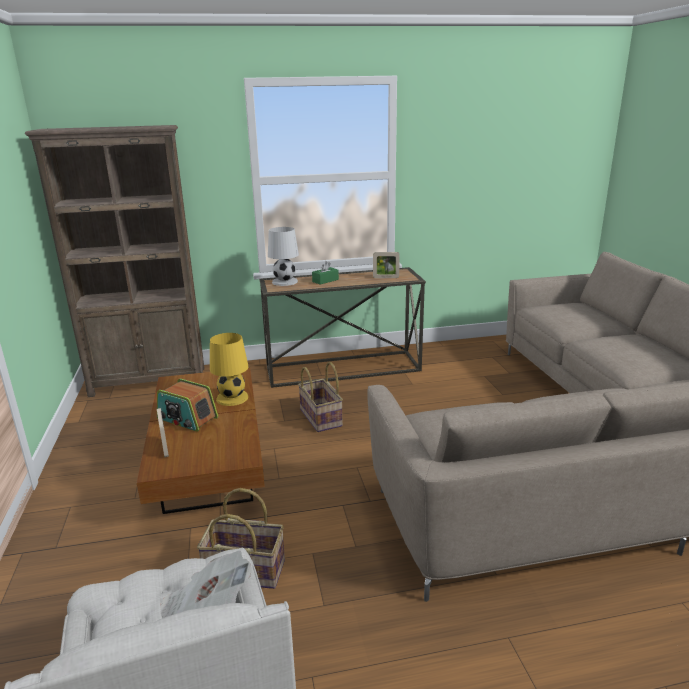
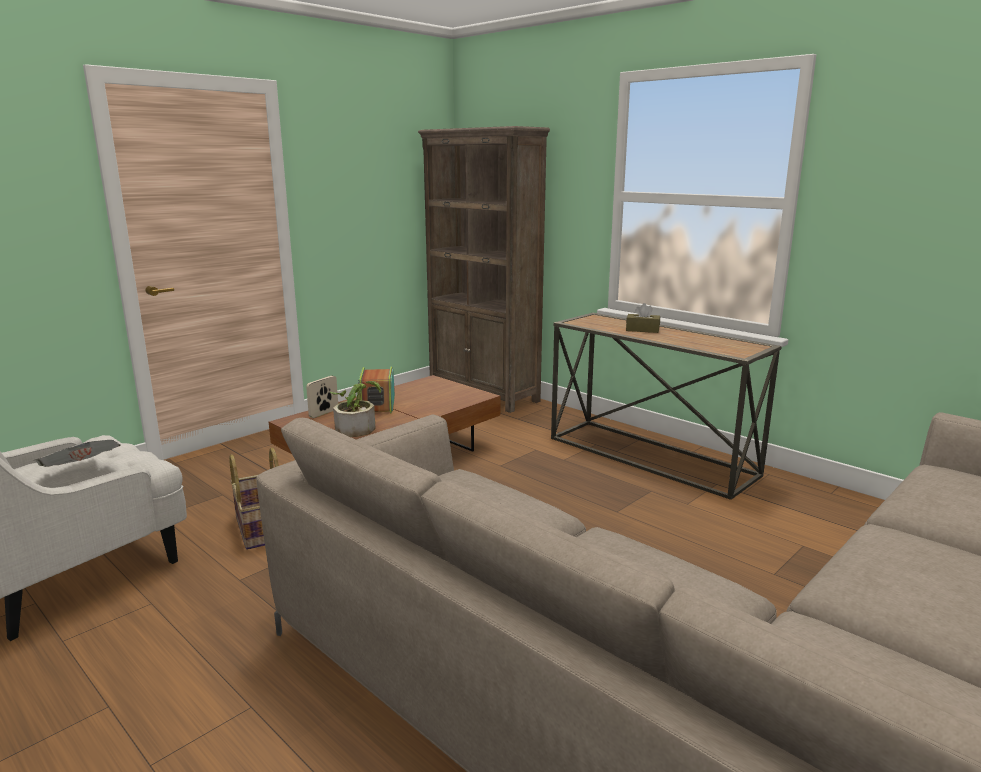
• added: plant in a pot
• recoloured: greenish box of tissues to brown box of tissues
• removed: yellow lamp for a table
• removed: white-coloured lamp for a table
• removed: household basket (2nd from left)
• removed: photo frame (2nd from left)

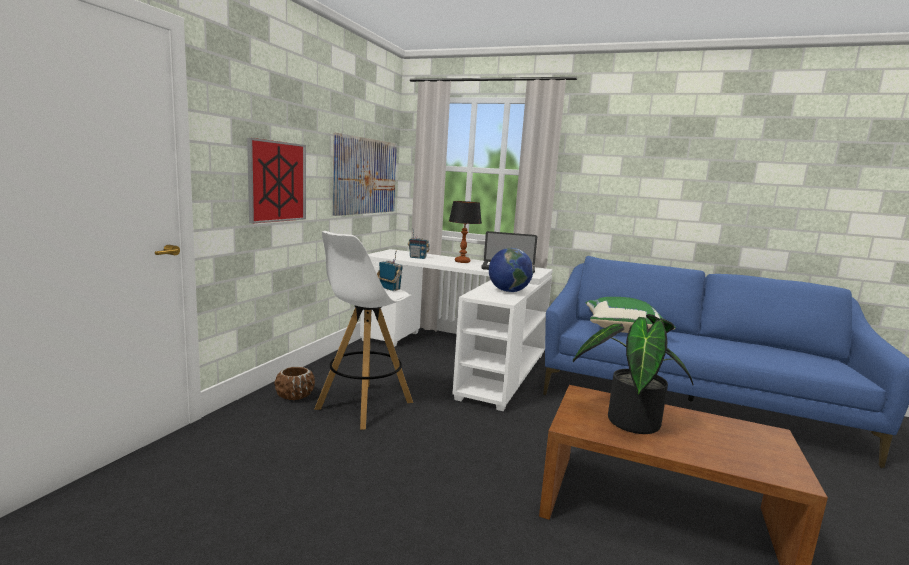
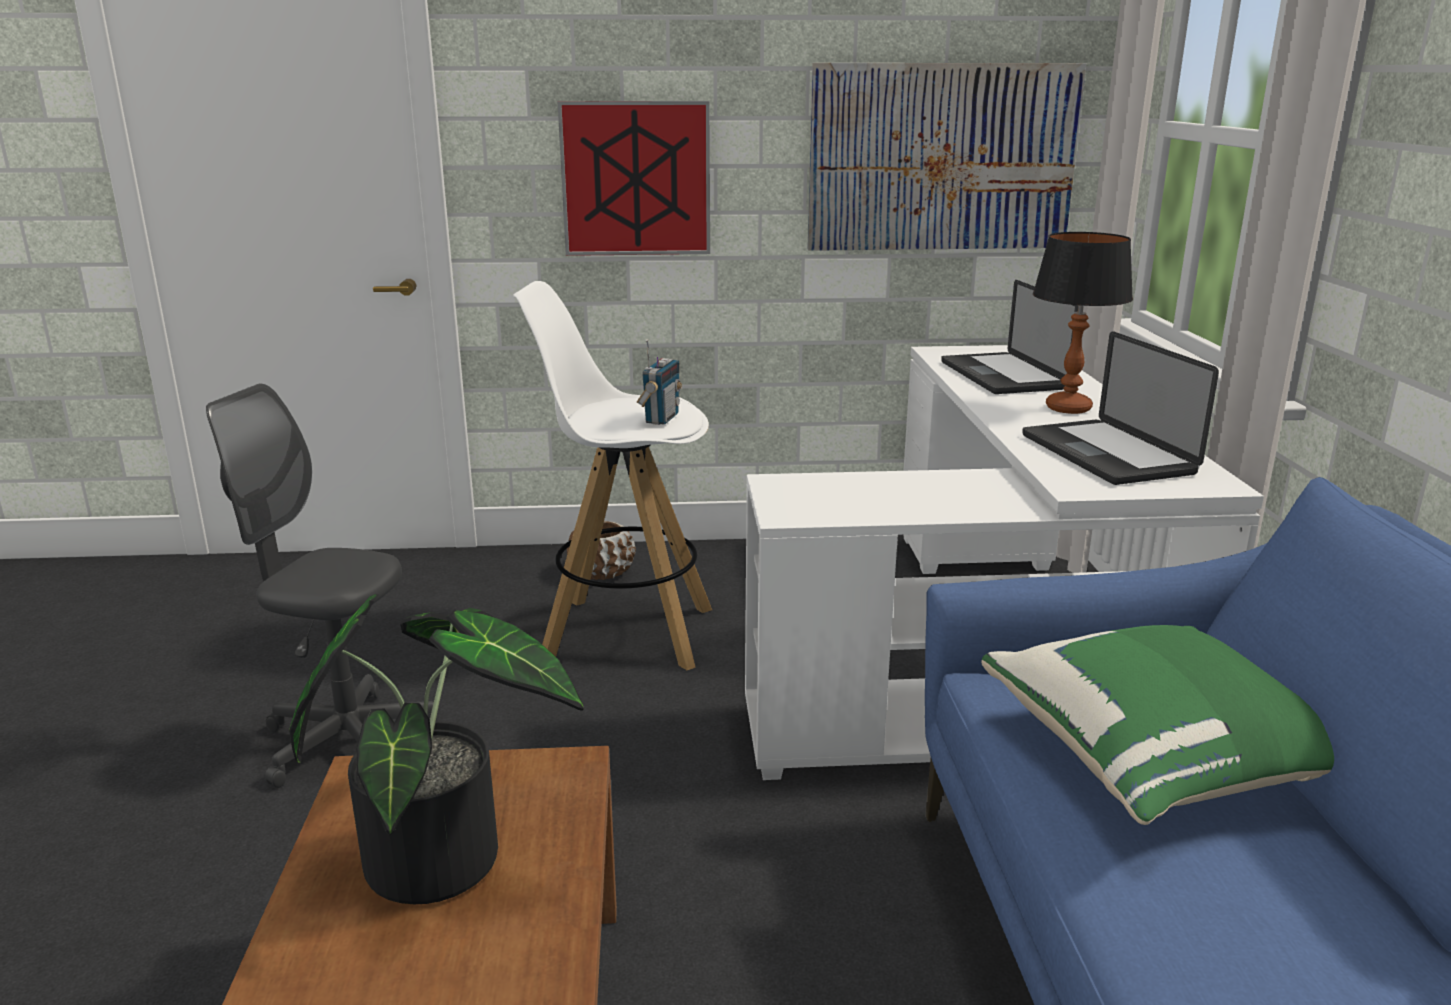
• added: grey office chair
• replaced: radio receiver (2nd from left) to laptop (1st from left)
• removed: world globe

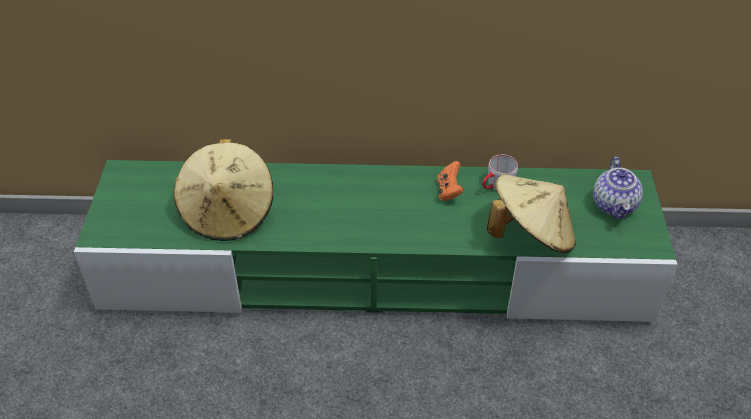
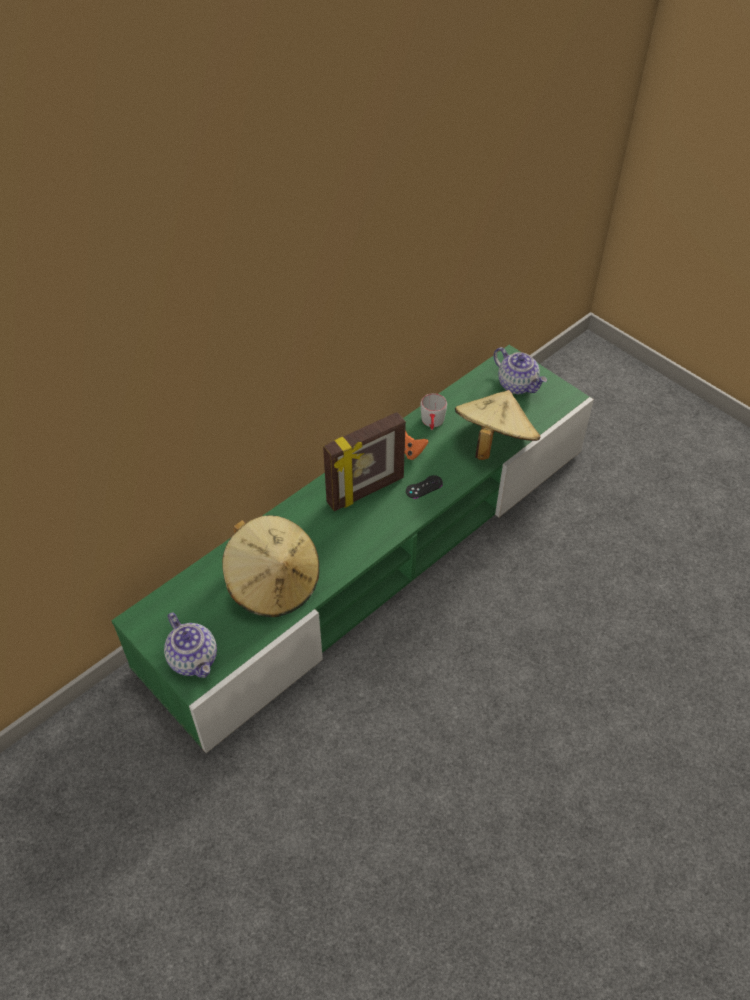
• added: tea pot (1st from left)
• added: photo frame
• added: blackish gamepad

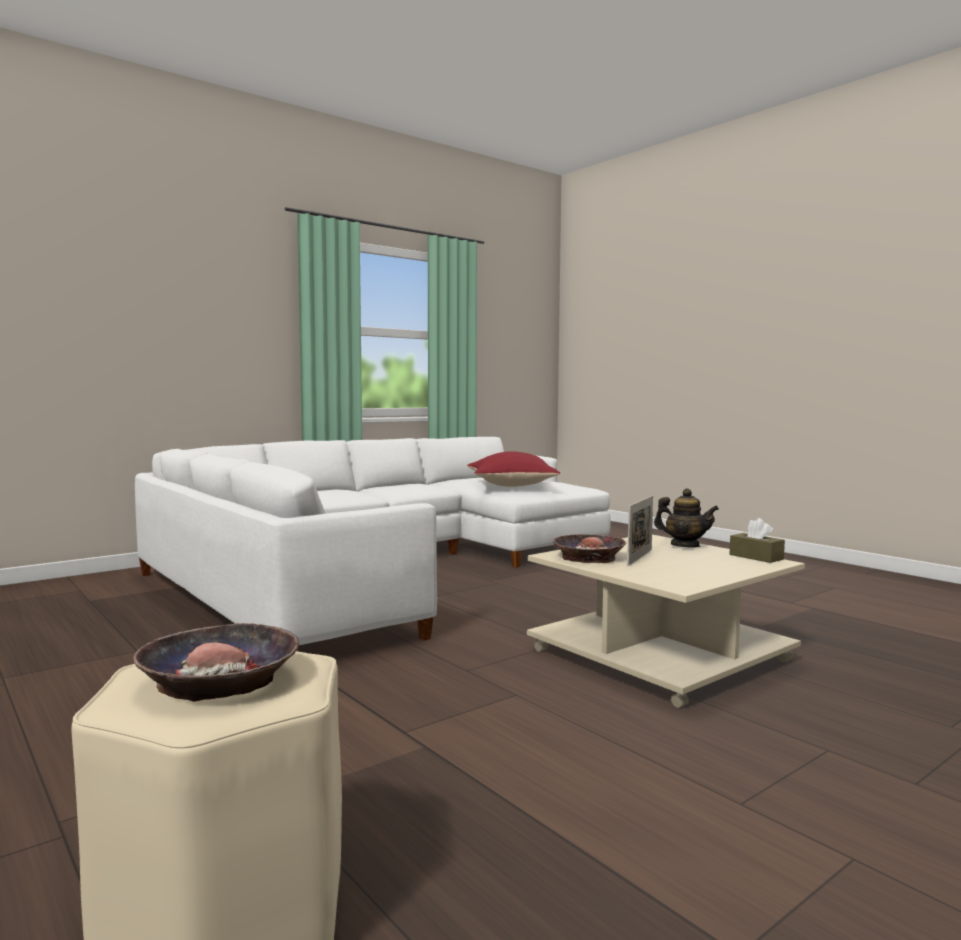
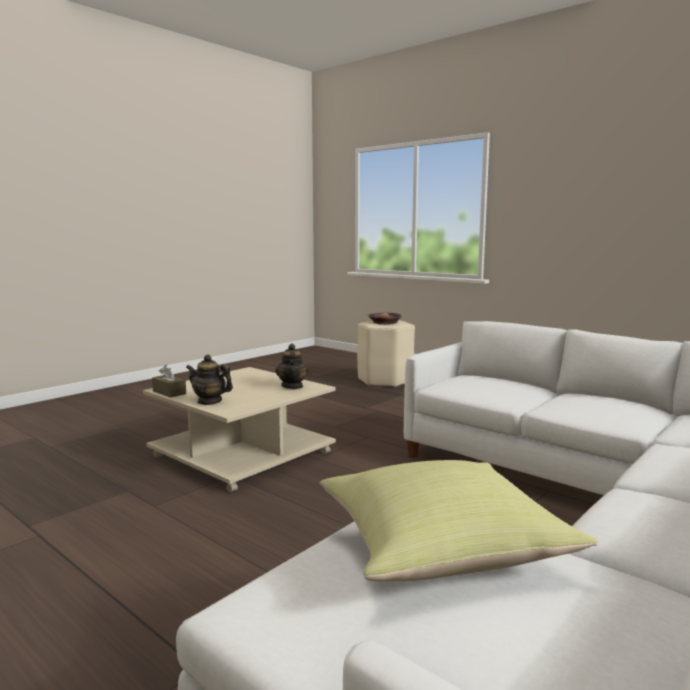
• replaced: bowl (2nd from left) to tea pot (2nd from left)
• recoloured: reddish throw pillow to yellow throw pillow
• removed: photo frame

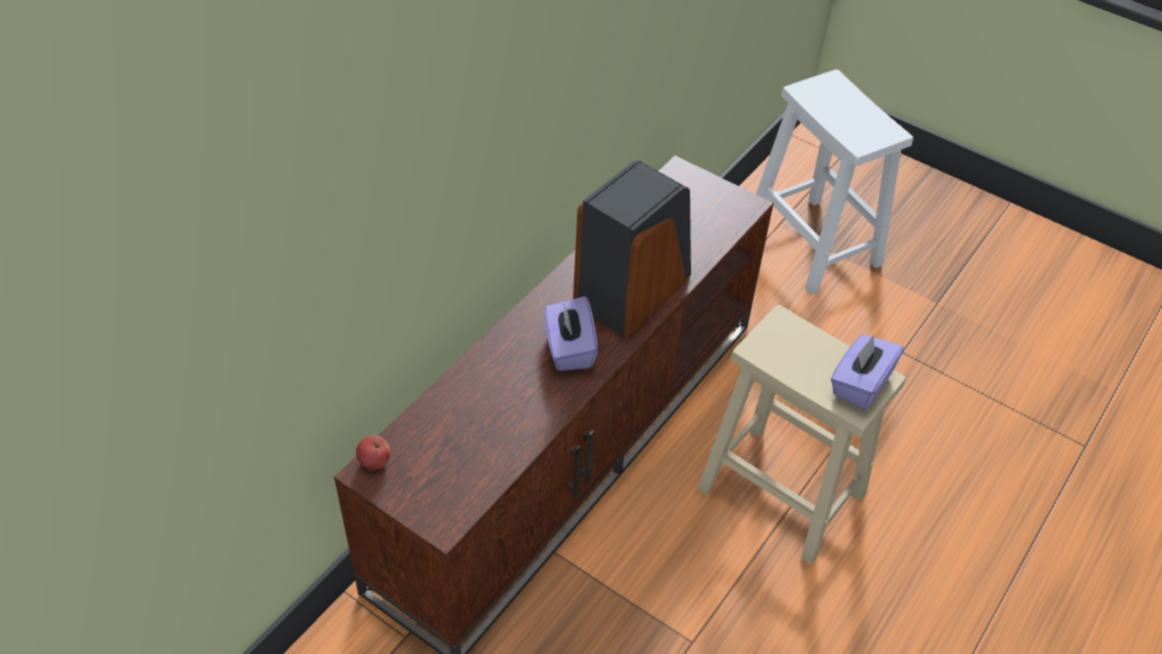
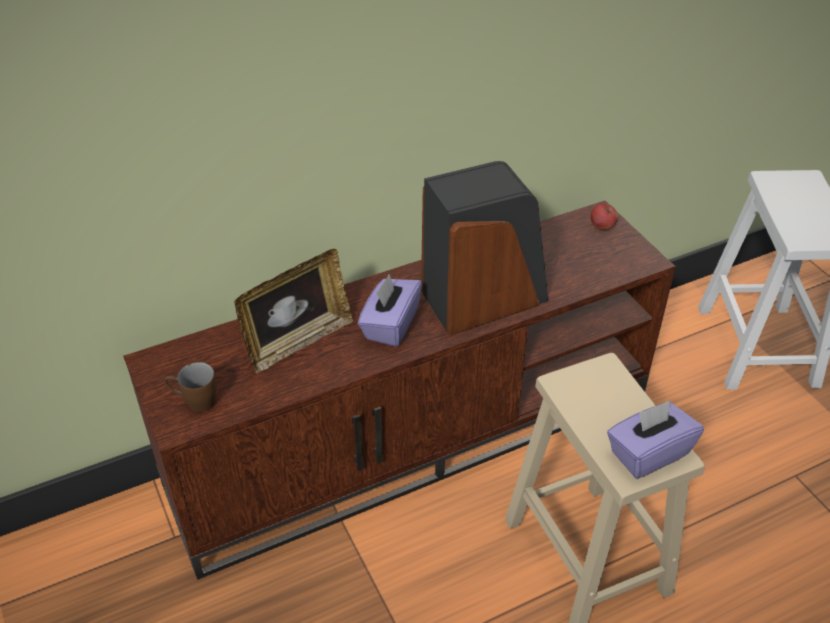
• added: brown coffee mug
• added: photo frame
• moved: apple

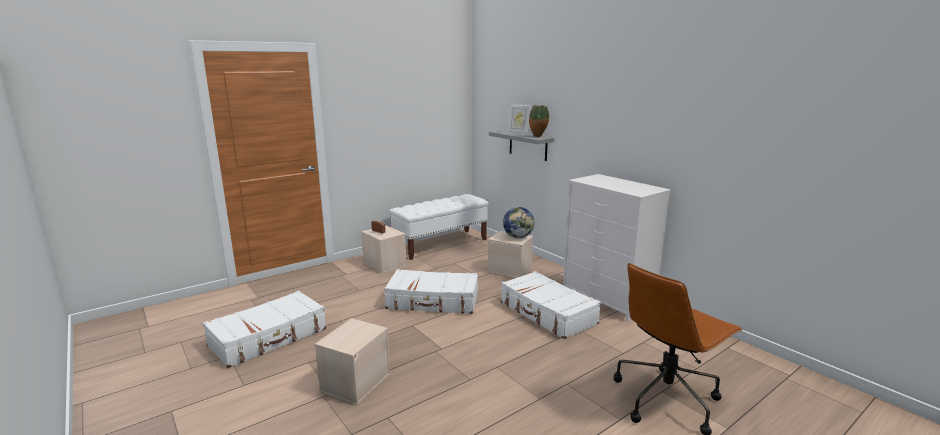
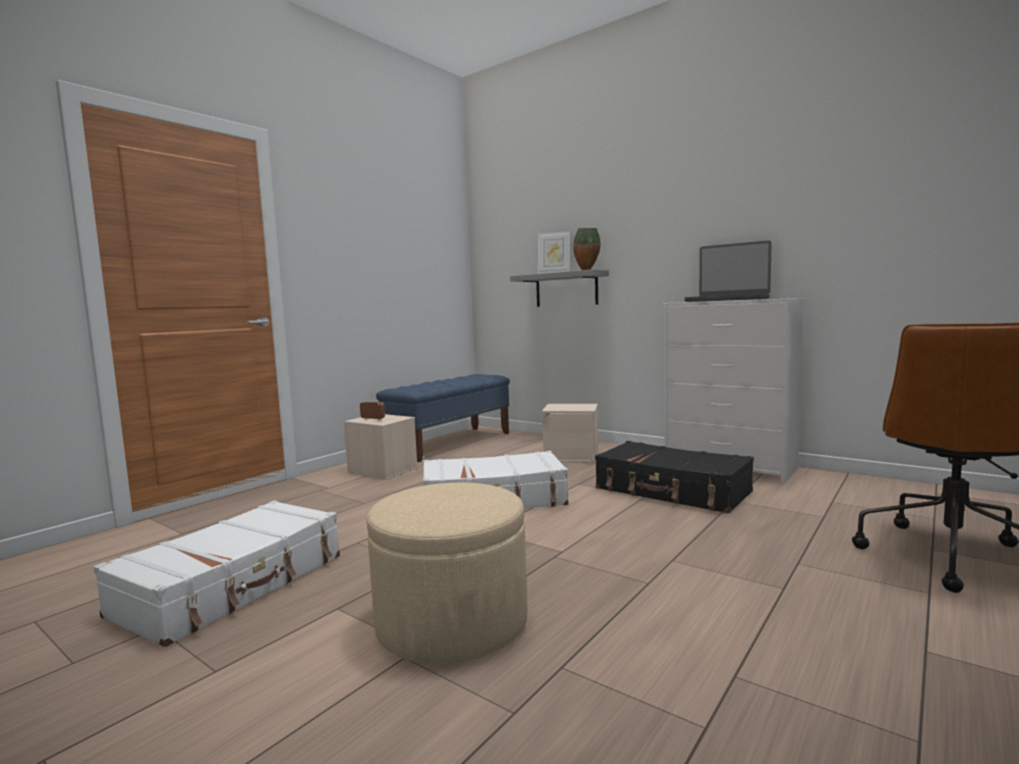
• replaced: beige storage container (1st from left) to beige pouffe
• recoloured: white-coloured bench to blue-coloured bench
• recoloured: white-coloured suitcase (3rd from left) to blackish suitcase
• added: laptop
• removed: world globe

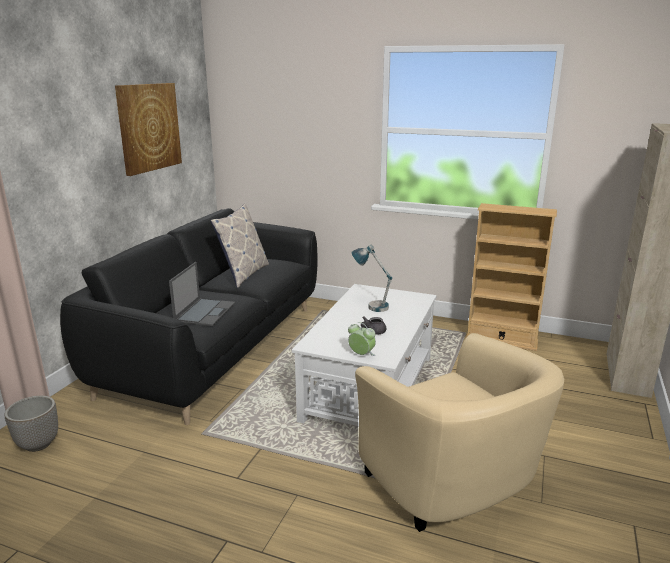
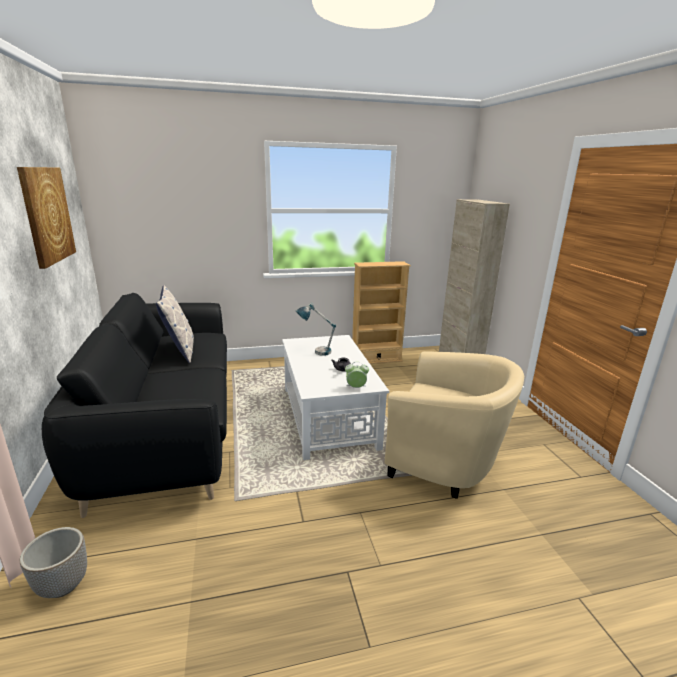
• removed: laptop

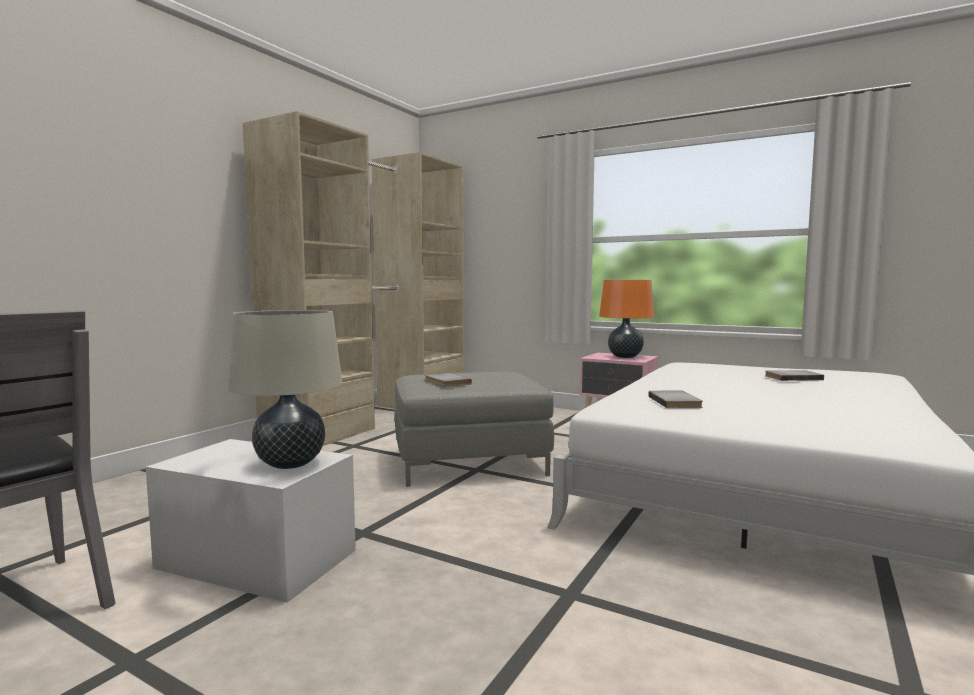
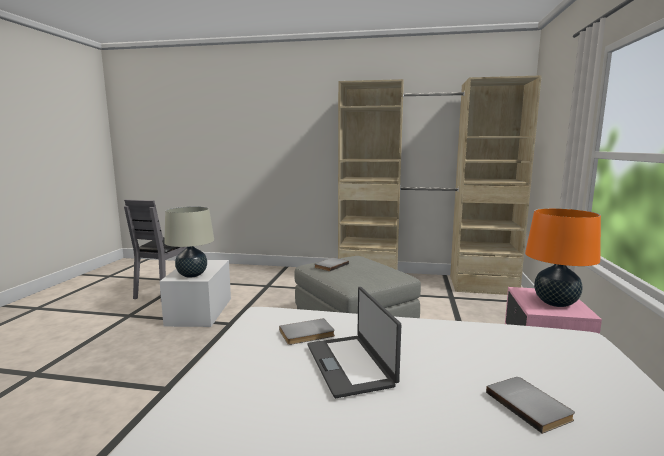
• added: laptop

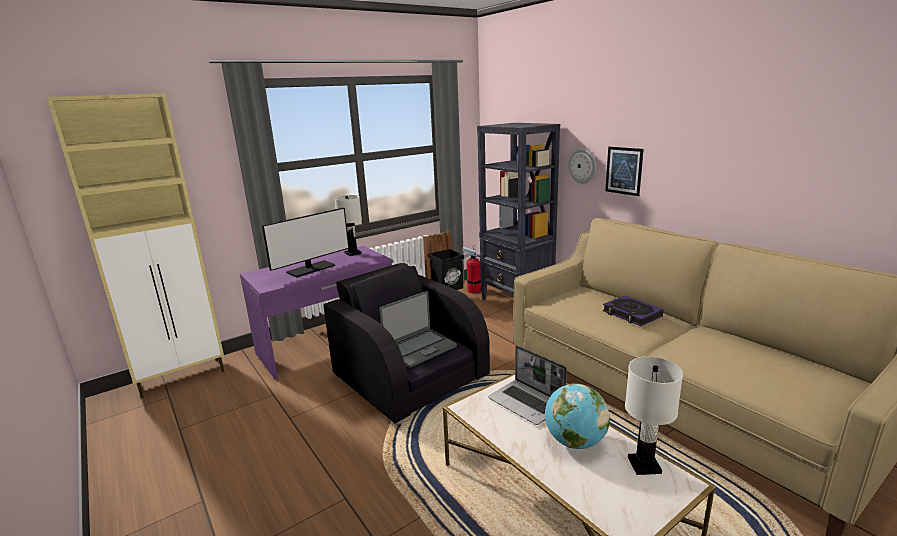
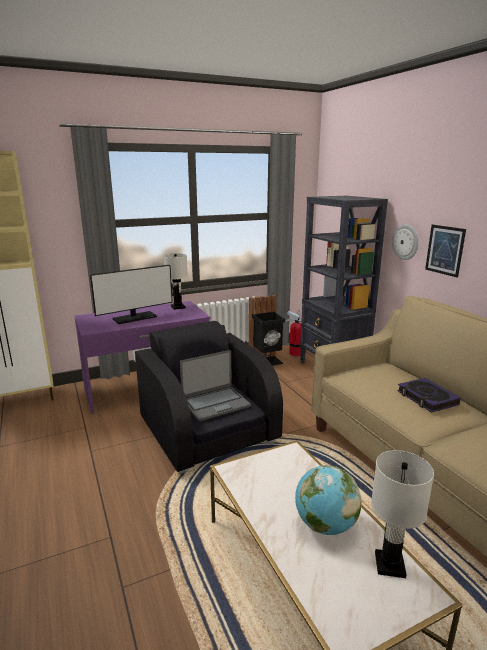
• removed: laptop (2nd from left)

